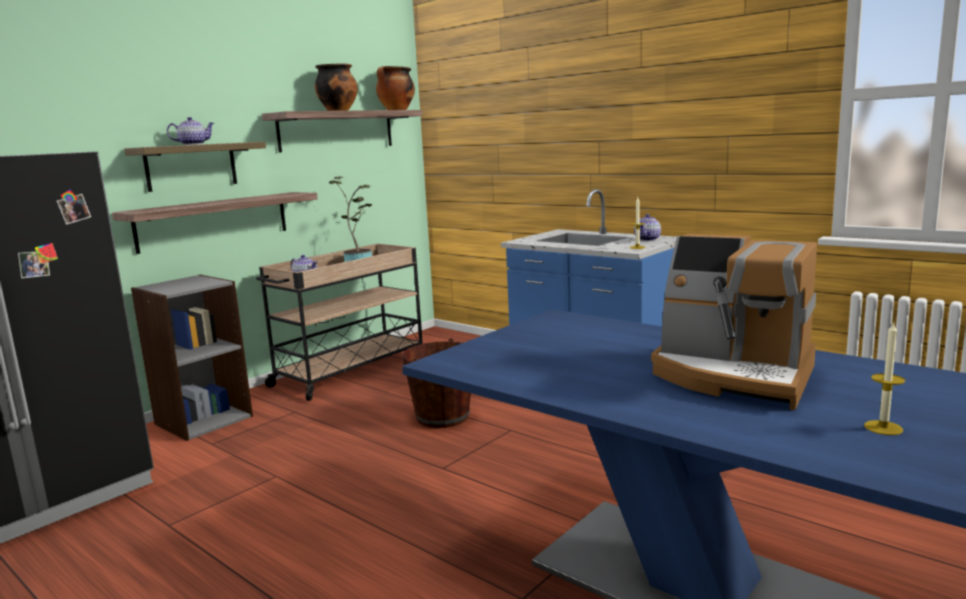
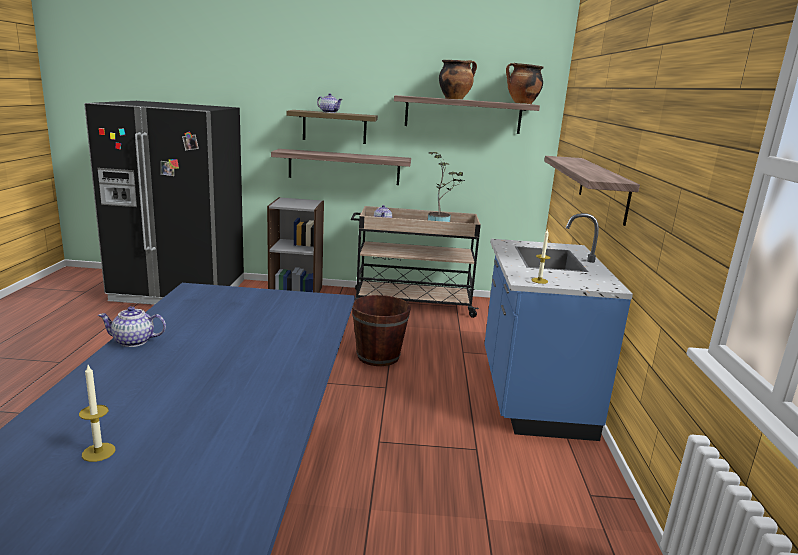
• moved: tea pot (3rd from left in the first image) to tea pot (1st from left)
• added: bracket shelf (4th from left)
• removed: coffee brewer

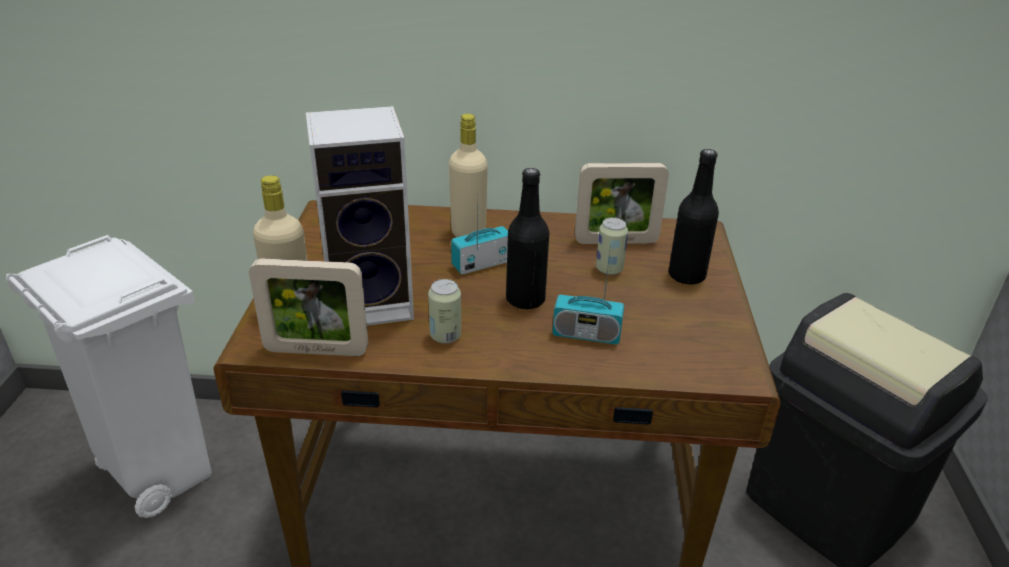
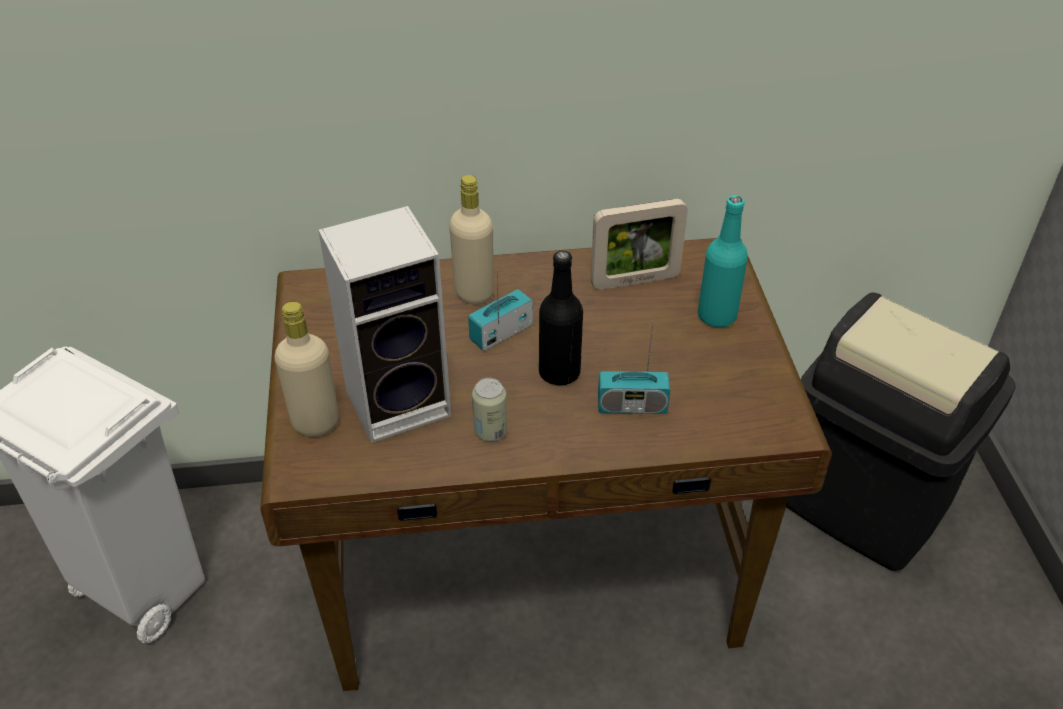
• recoloured: blackish bottle (2nd from left) to turquoise bottle
• removed: photo frame (1st from left)
• removed: sealed can (2nd from left)

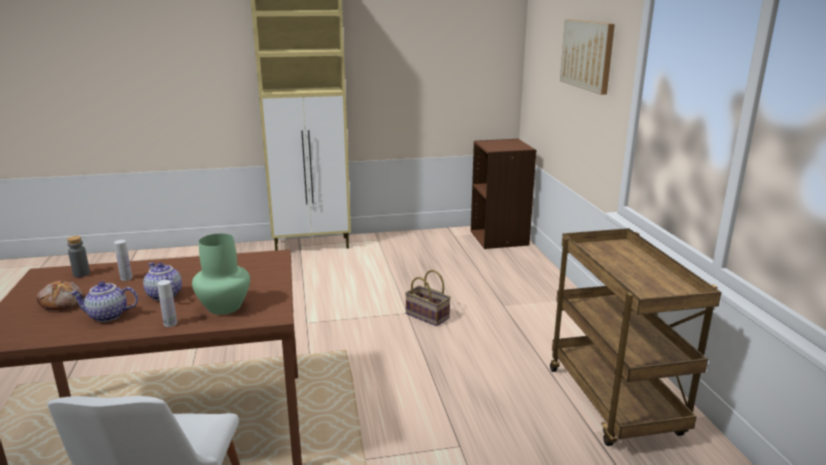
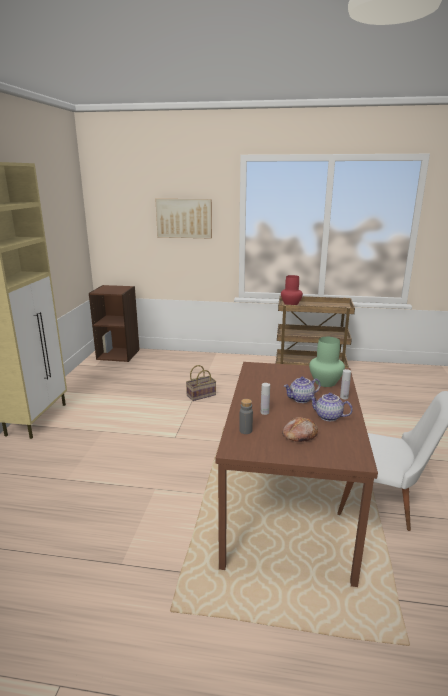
• added: reddish decorative vase
• turned: tea pot (1st from left in the first image) 105 degrees clockwise

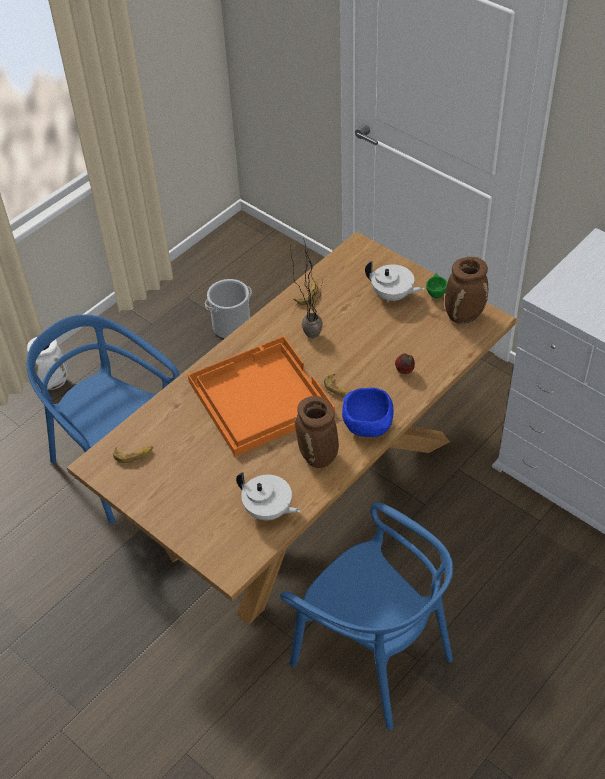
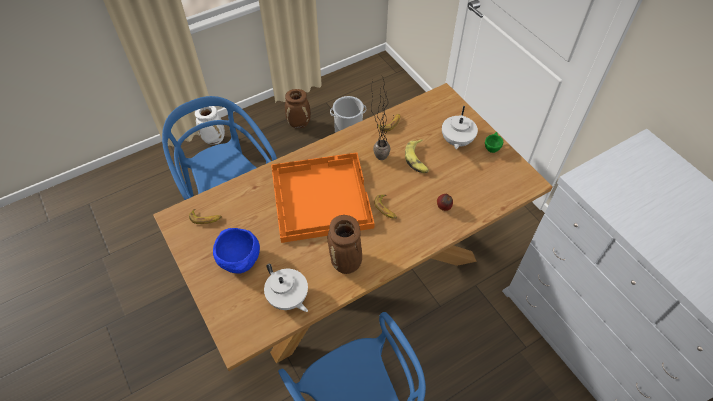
• moved: blue-coloured bowl
• moved: brown decorative vase (2nd from left in the first image) to brown decorative vase (1st from left)
• added: banana (4th from left)
• turned: white-coloured tea pot (2nd from left) 60 degrees clockwise

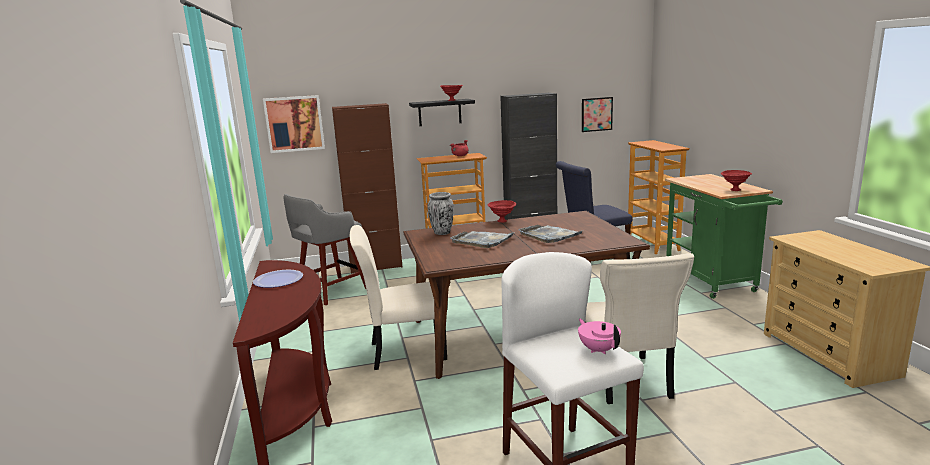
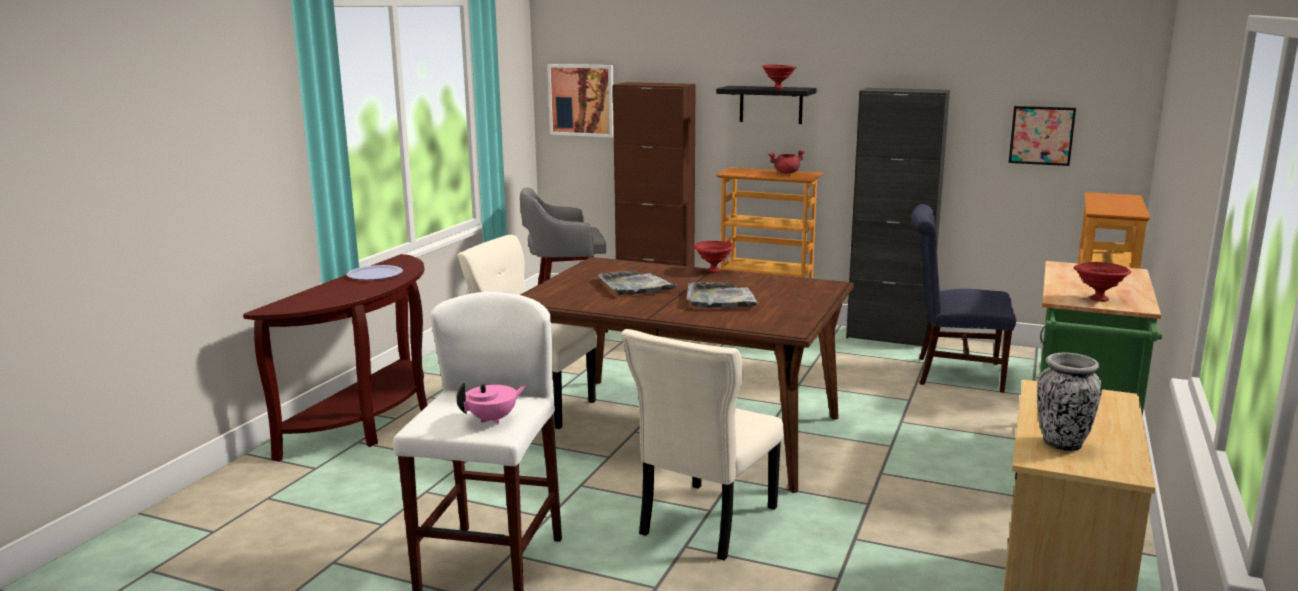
• turned: pinkish tea pot 45 degrees clockwise
• moved: decorative vase

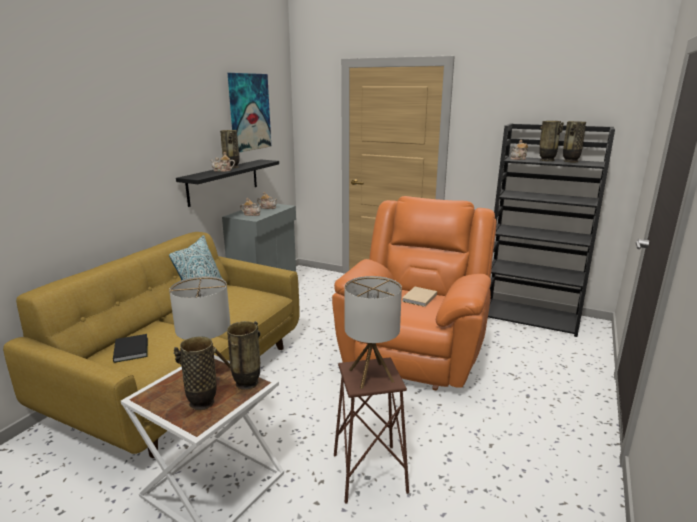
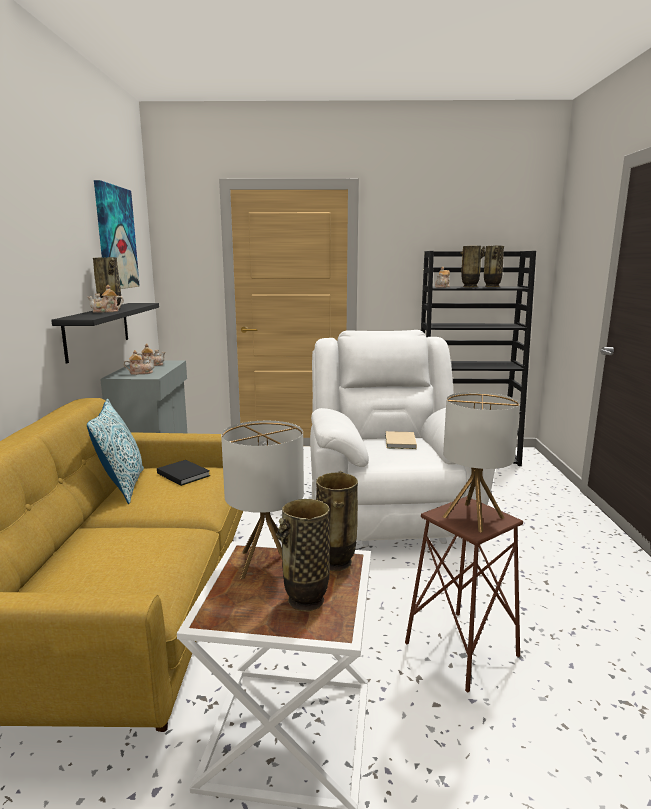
• moved: blackish bound book
• recoloured: orange lounge chair to white-coloured lounge chair

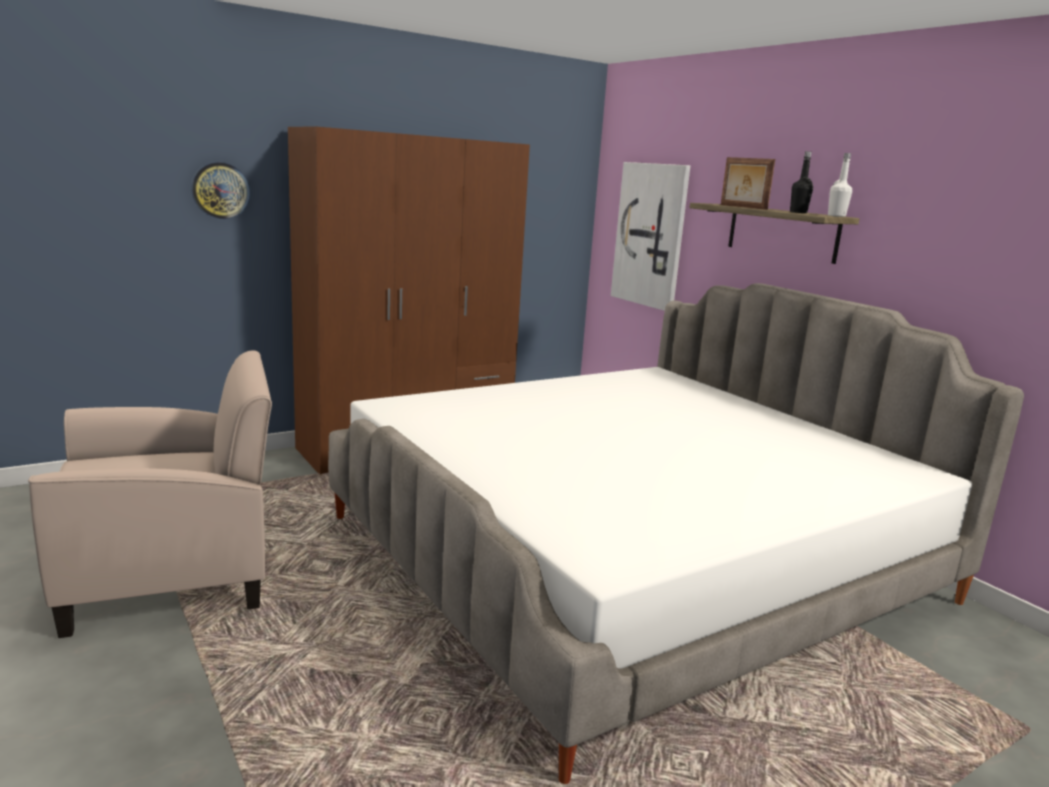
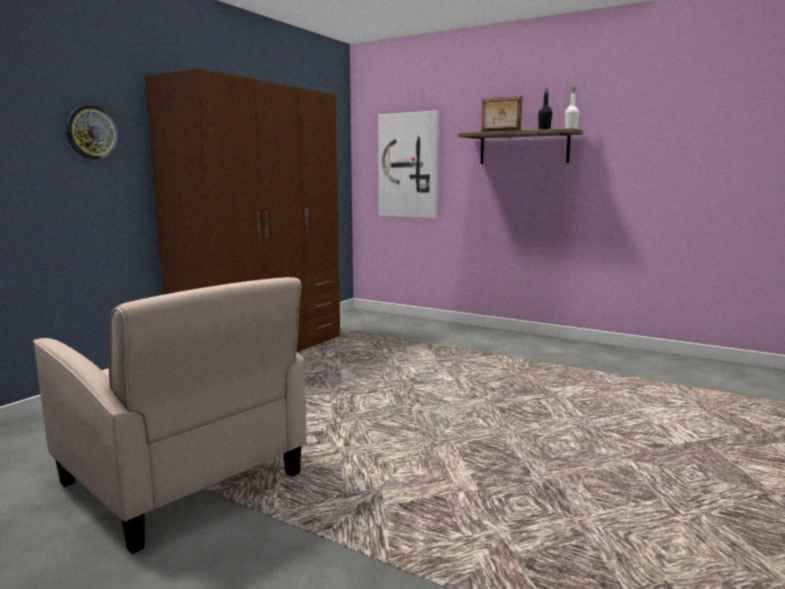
• turned: beige lounge chair 90 degrees clockwise
• removed: bed

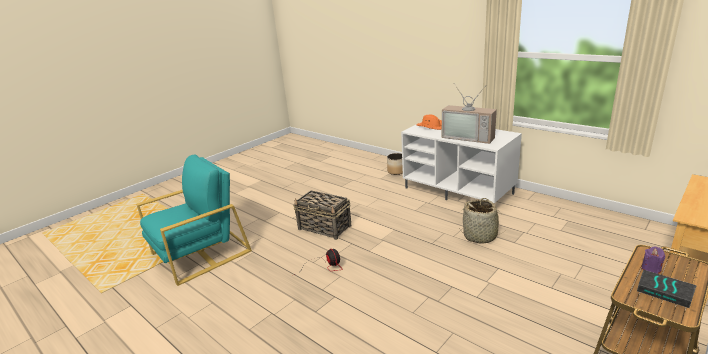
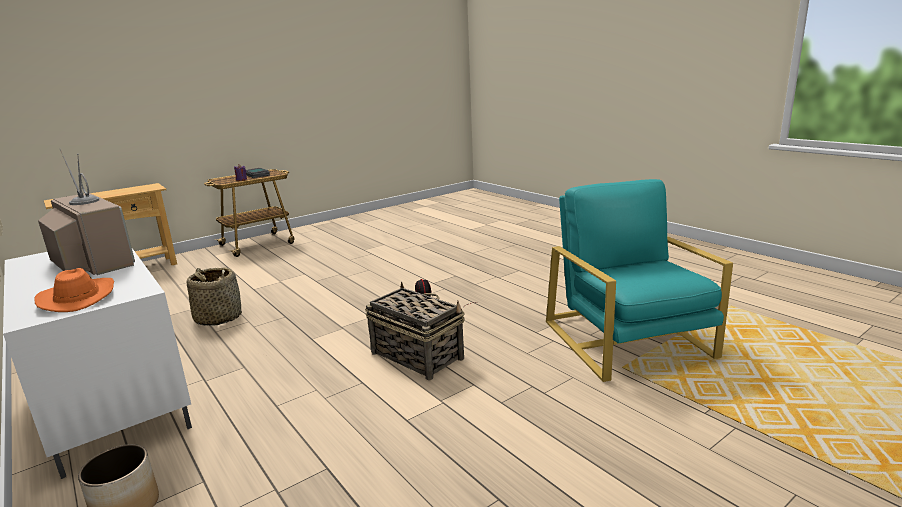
• turned: turquoise lounge chair 105 degrees clockwise

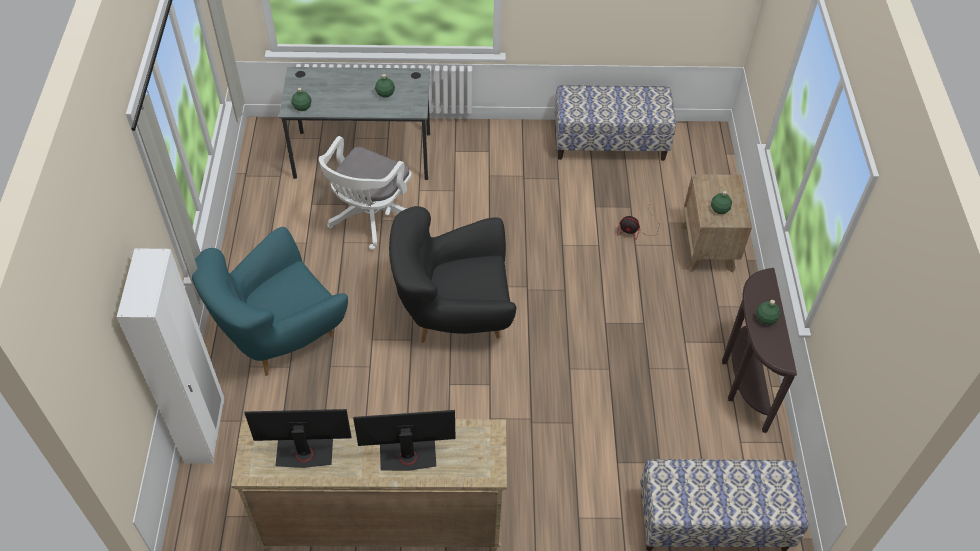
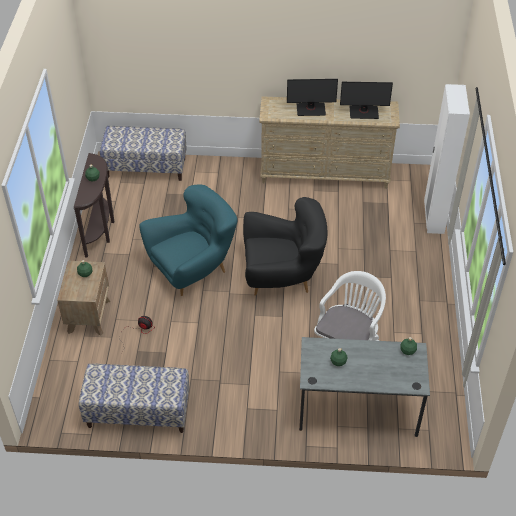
• moved: turquoise lounge chair

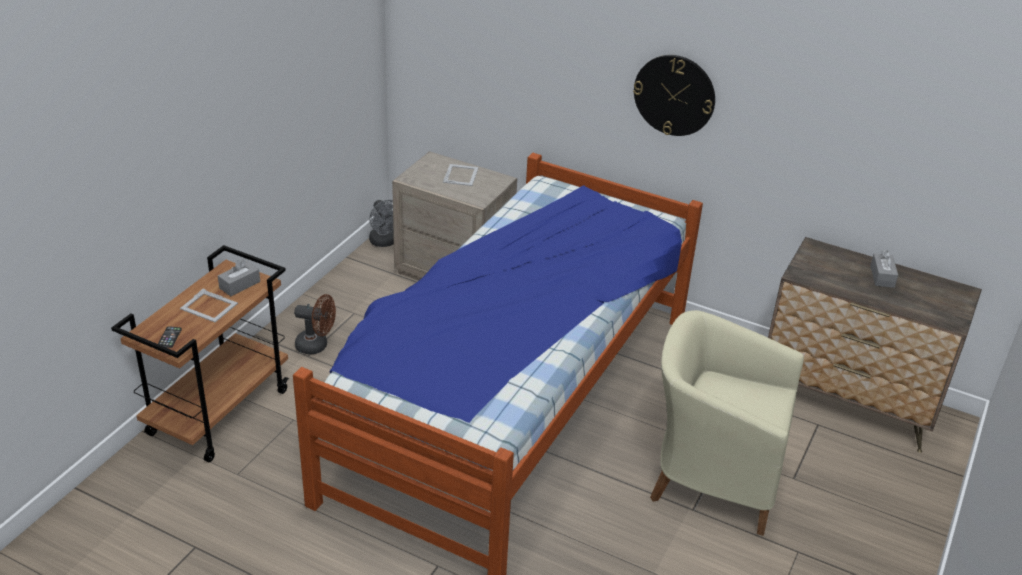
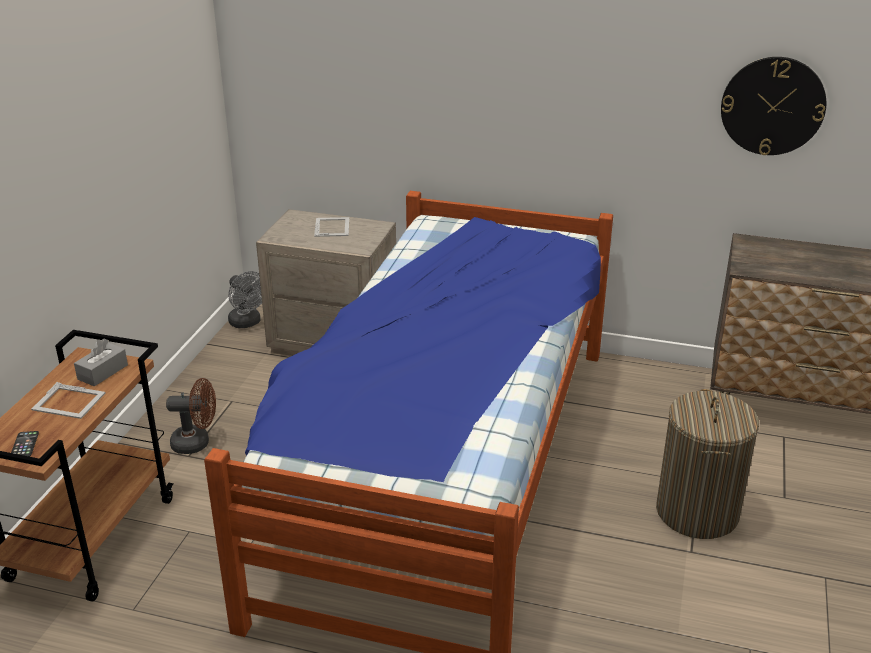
• replaced: beige lounge chair to hamper
• moved: wall clock
• removed: grey box of tissues (2nd from left)

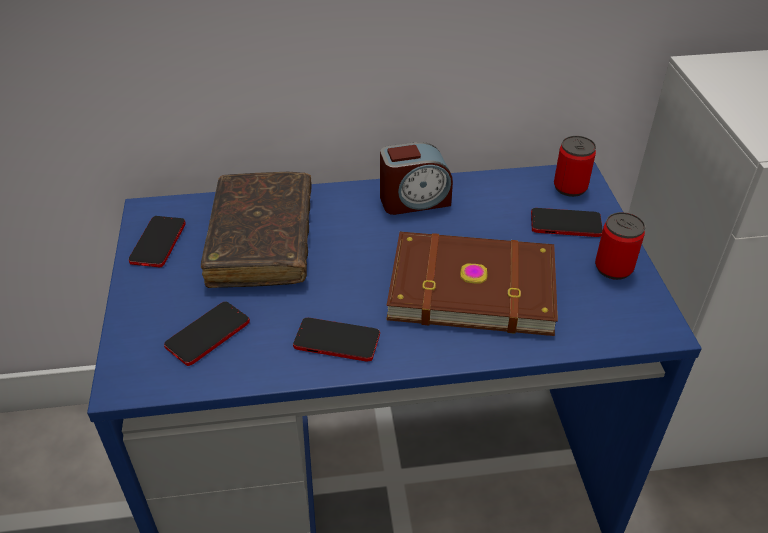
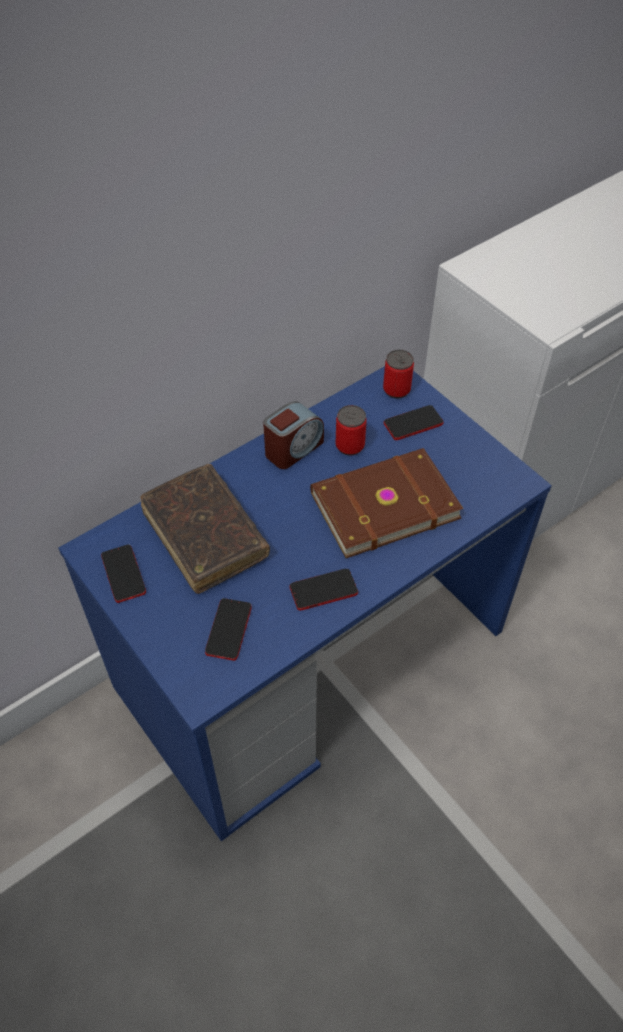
• moved: sealed can (2nd from left in the first image) to sealed can (1st from left)

